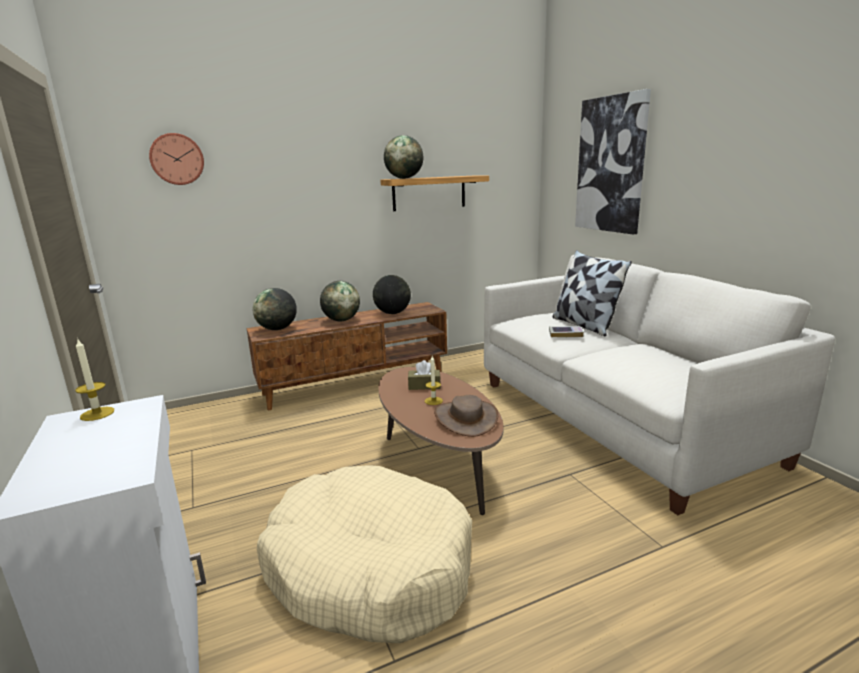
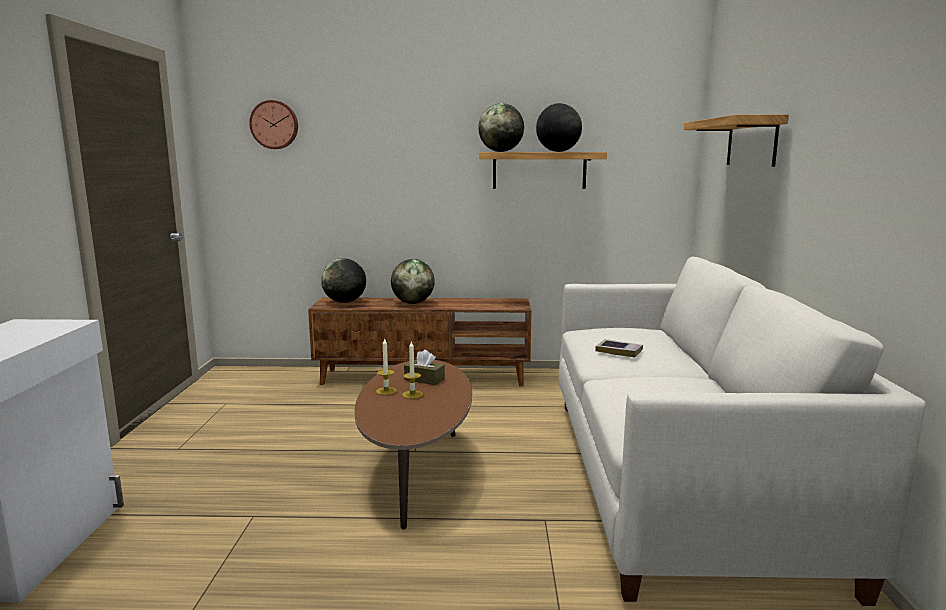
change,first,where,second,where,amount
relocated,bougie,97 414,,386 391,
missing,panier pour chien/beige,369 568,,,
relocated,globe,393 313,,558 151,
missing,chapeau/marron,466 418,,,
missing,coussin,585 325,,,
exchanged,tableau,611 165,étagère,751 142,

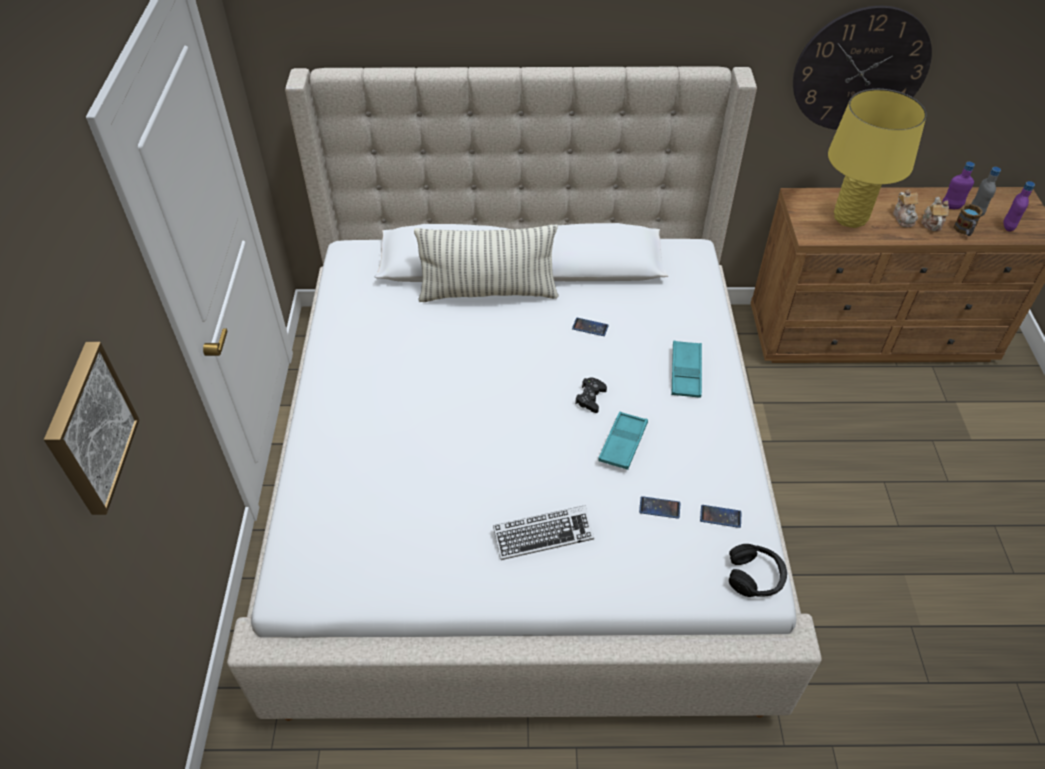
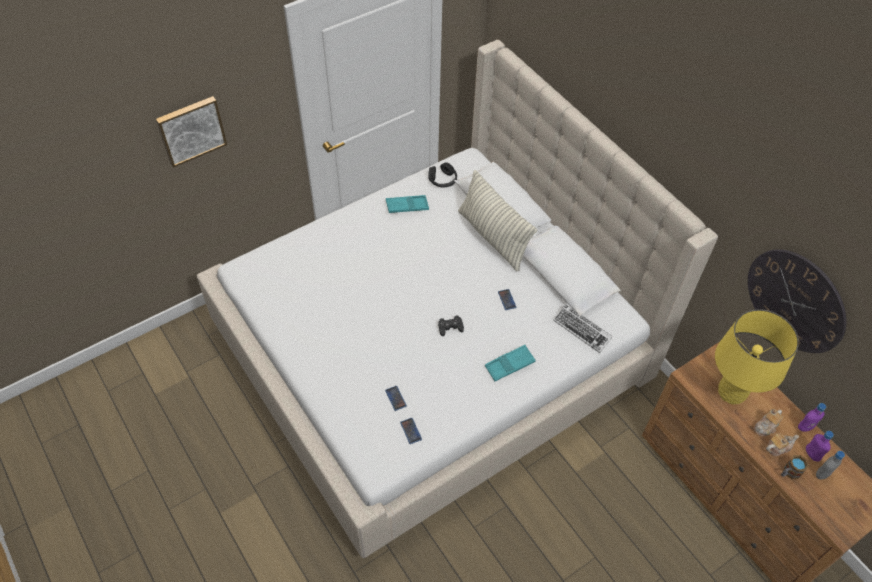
change,first,where,second,where,amount
relocated,clavier,543 535,,582 330,
relocated,plateau/turquoise,623 443,,407 206,
relocated,casque audio/noir,755 576,,442 180,
relocated,bouteille/violet,1008 226,,805 427,

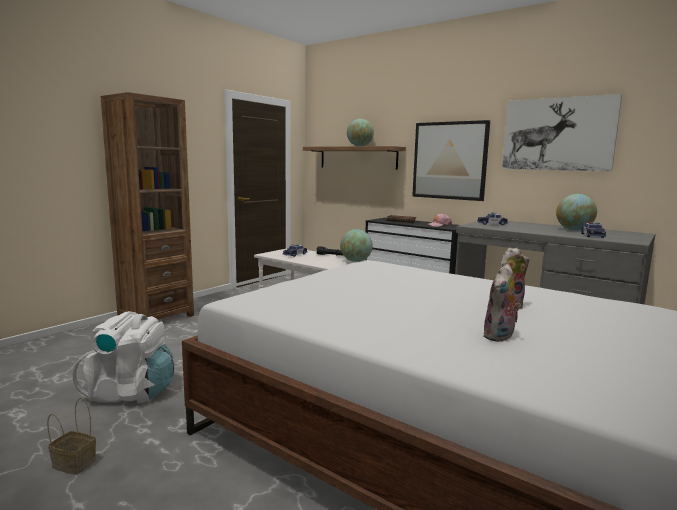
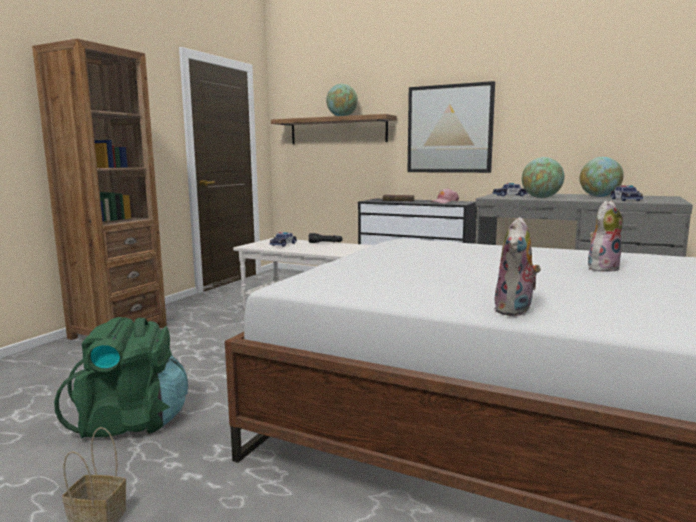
change,first,where,second,where,amount
colour,sac à dos/blanc,131 392,sac à dos/vert,131 422,
relocated,globe,355 261,,541 197,
relocated,peluche,500 337,,515 311,
missing,tableau,557 134,,,

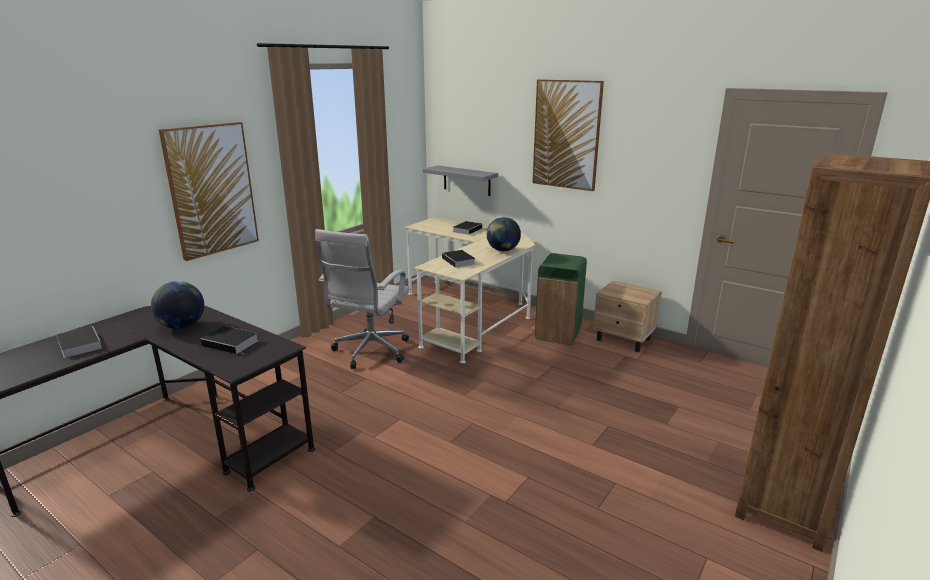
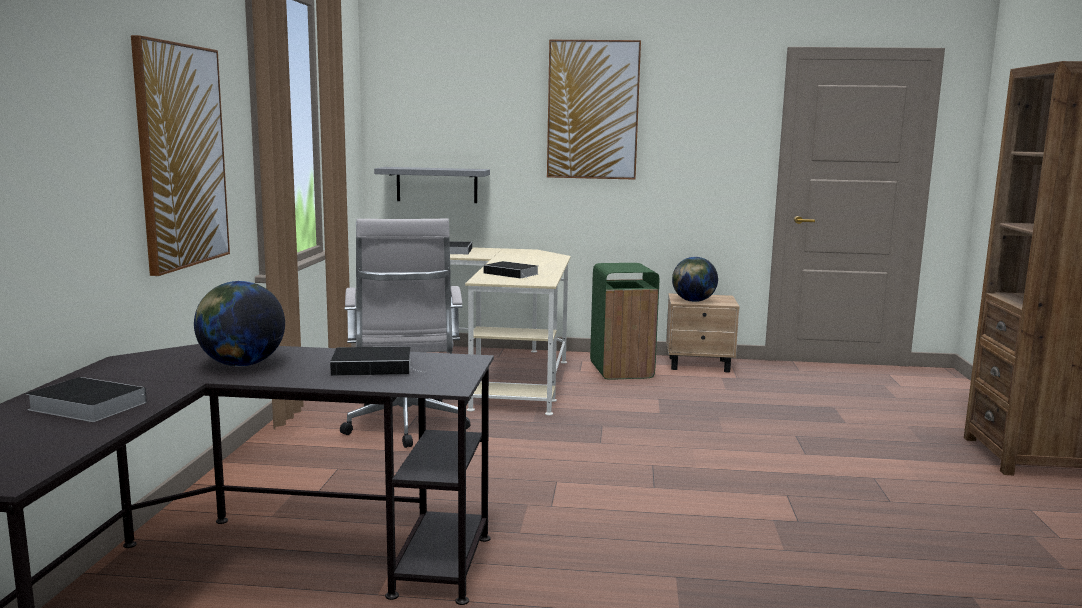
change,first,where,second,where,amount
relocated,globe,503 250,,693 301,

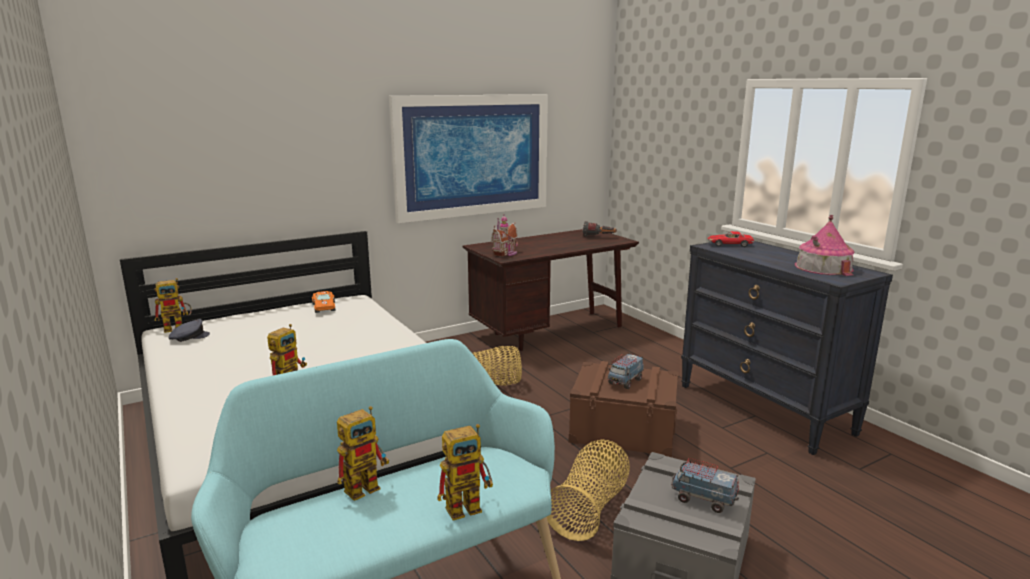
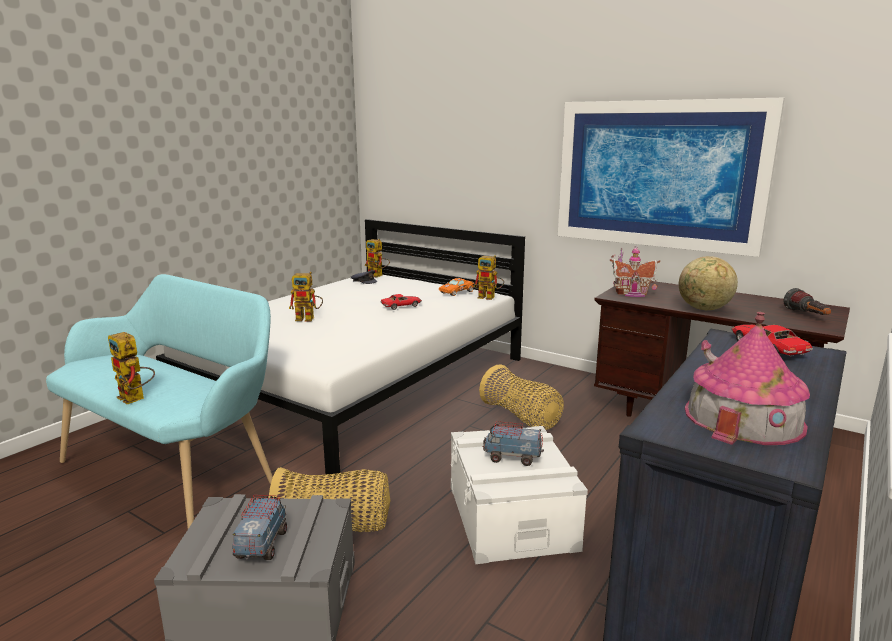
change,first,where,second,where,amount
relocated,robot jouet,367 485,,490 297,
colour,boîte de rangement/marron,623 429,boîte de rangement/blanc,511 517,
appeared,,,petite voiture,401 306,
appeared,,,globe,704 309,

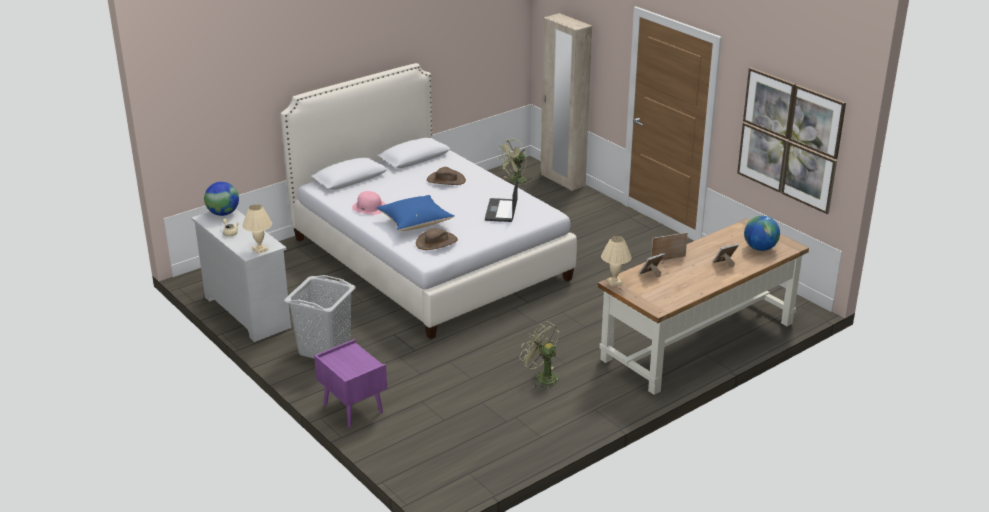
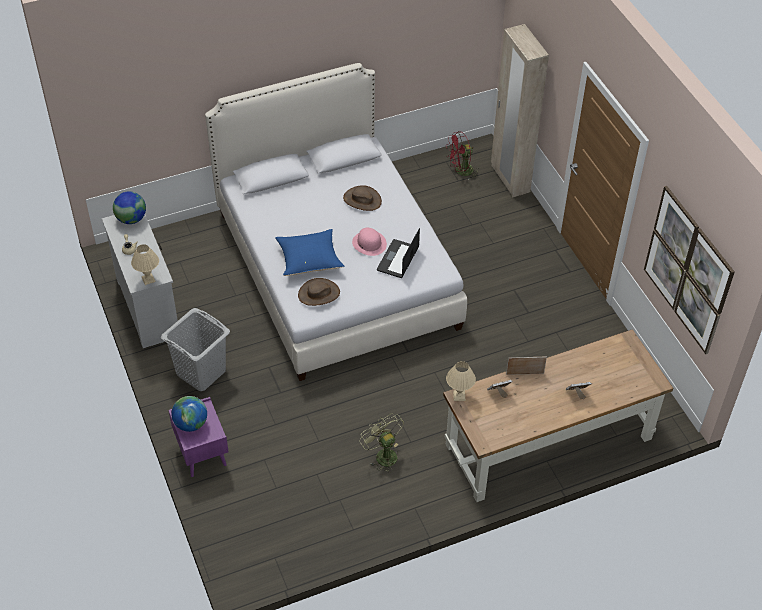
change,first,where,second,where,amount
relocated,chapeau/rose,369 207,,369 243,
colour,ventilateur/vert,515 181,ventilateur/rouge,460 172,
relocated,globe,760 248,,191 424,

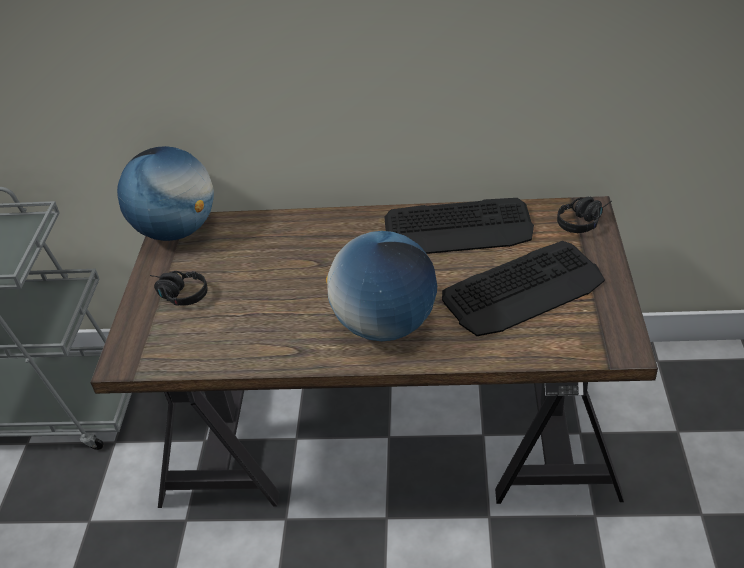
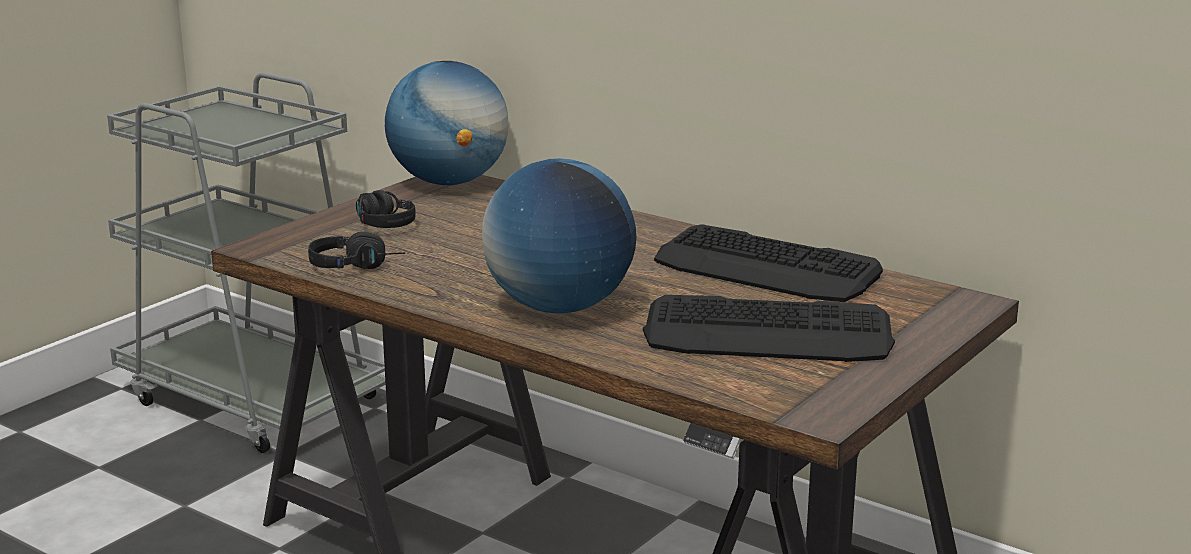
change,first,where,second,where,amount
relocated,casque audio/noir,584 220,,357 266,

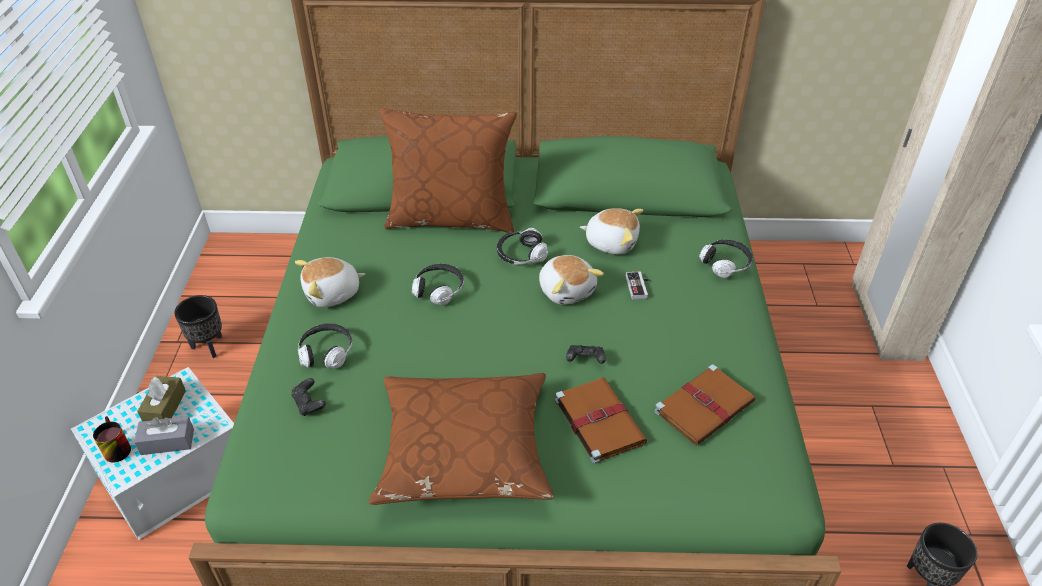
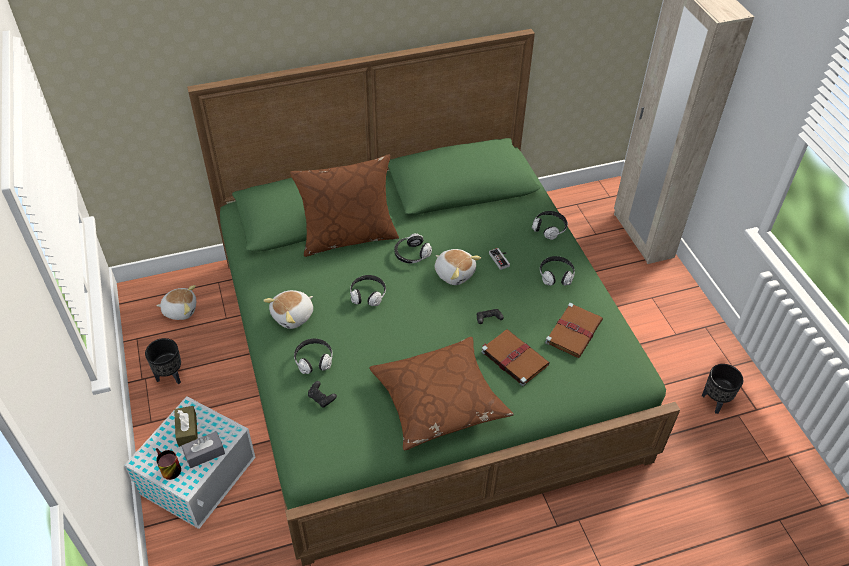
change,first,where,second,where,amount
relocated,peluche,611 242,,180 310,
appeared,,,casque audio,556 275,

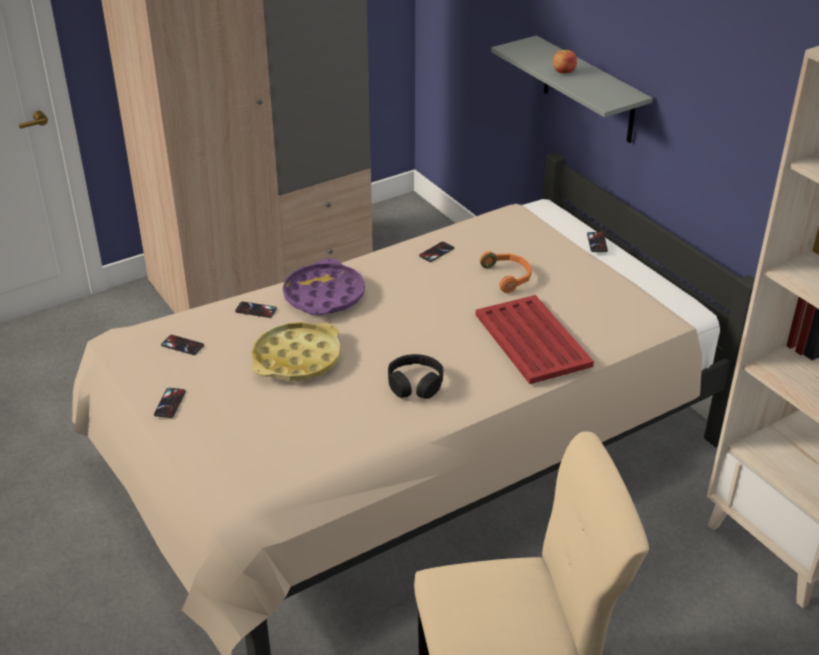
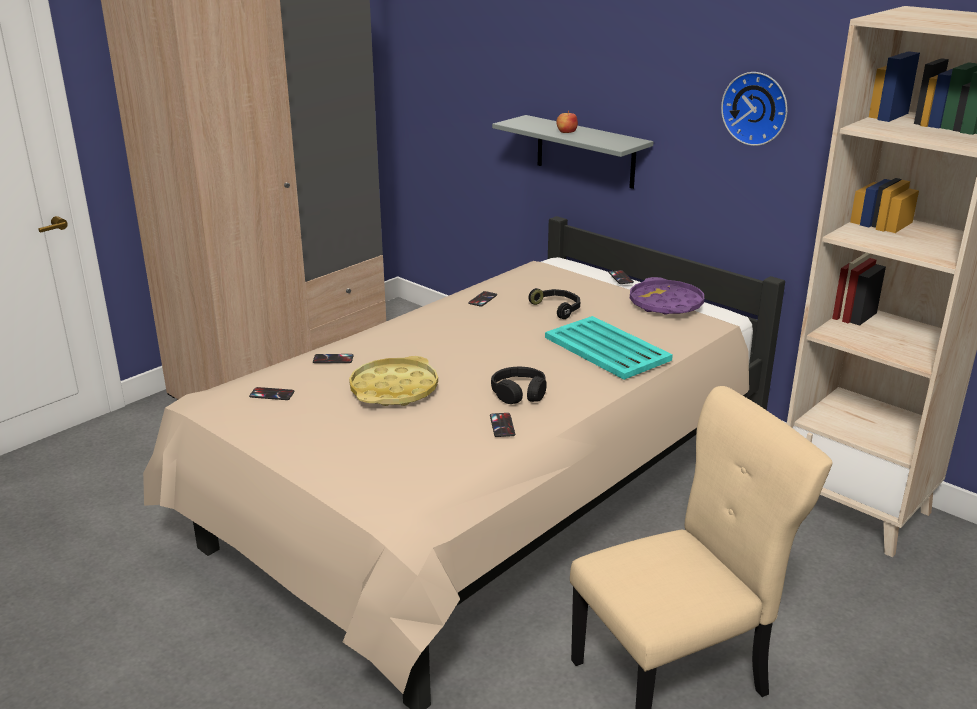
change,first,where,second,where,amount
relocated,téléphone,170 403,,502 425,
relocated,plateau/violet,324 295,,665 304,
colour,plateau/rouge,532 341,plateau/turquoise,607 349,
colour,casque audio/orange,508 276,casque audio/noir,558 308,
appeared,,,horloge murale,756 108,

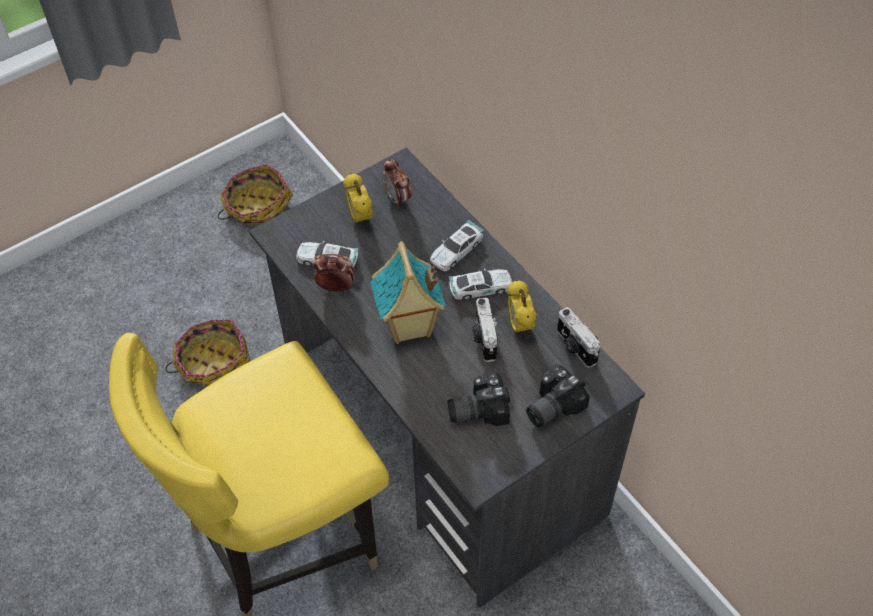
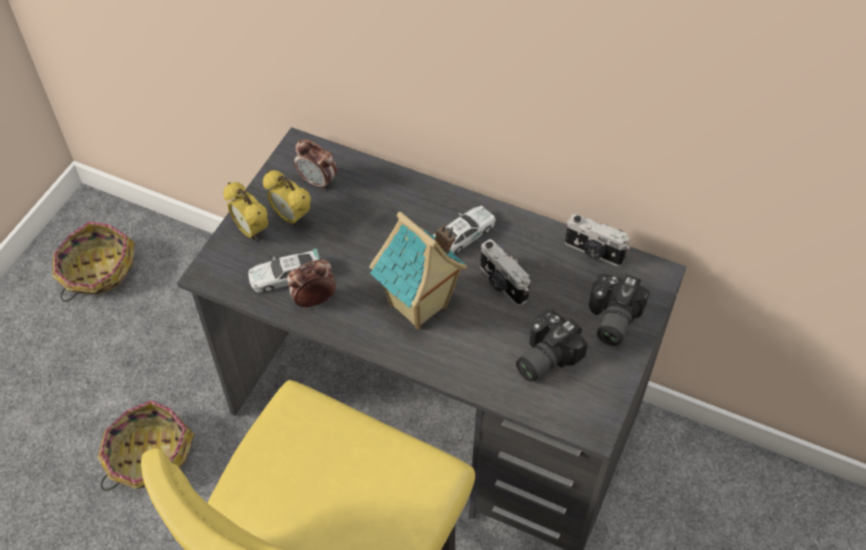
change,first,where,second,where,amount
missing,petite voiture,456 251,,,
relocated,réveil,519 325,,251 230,

